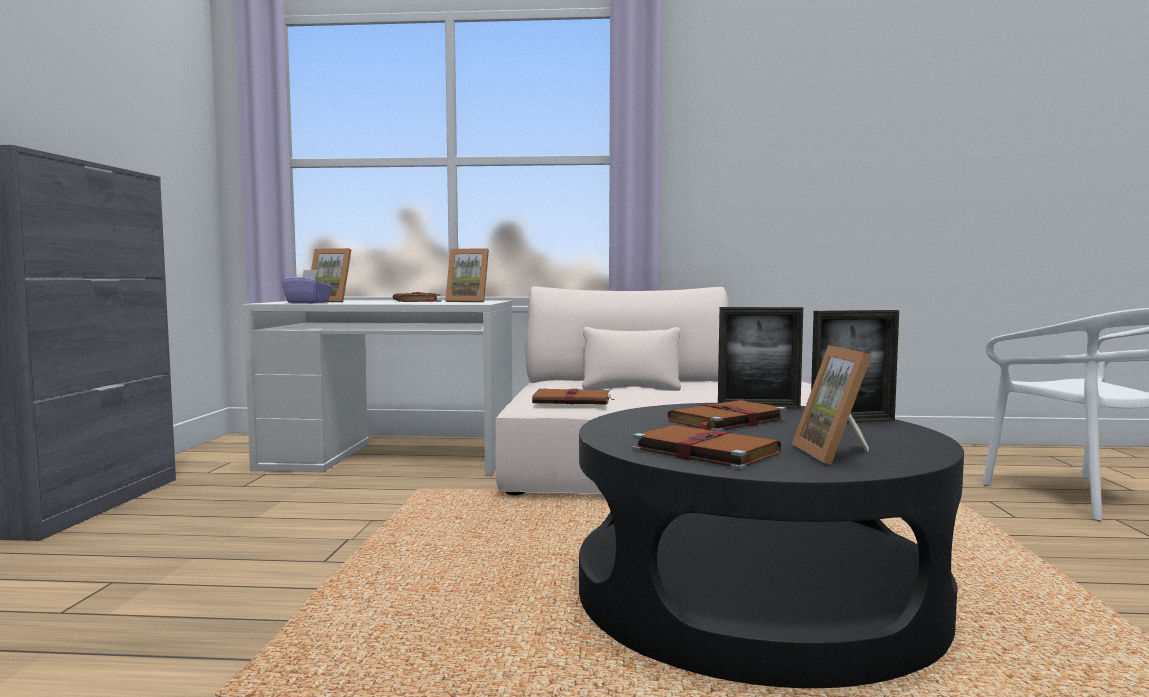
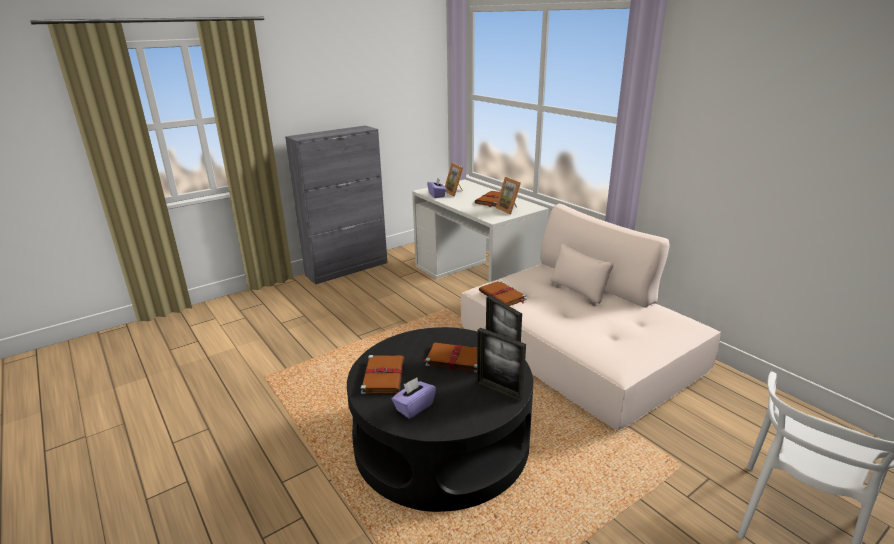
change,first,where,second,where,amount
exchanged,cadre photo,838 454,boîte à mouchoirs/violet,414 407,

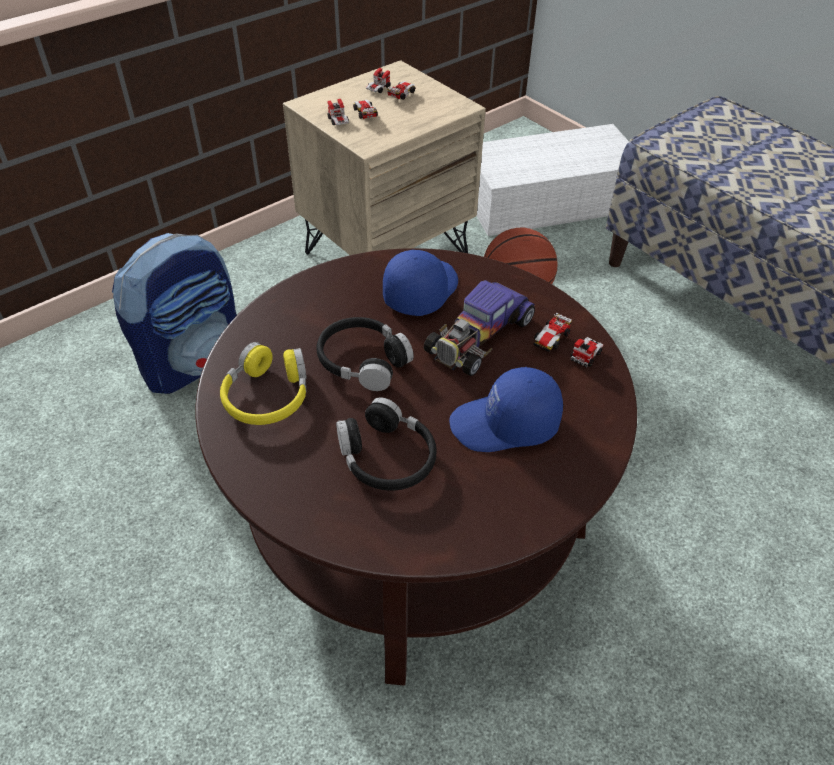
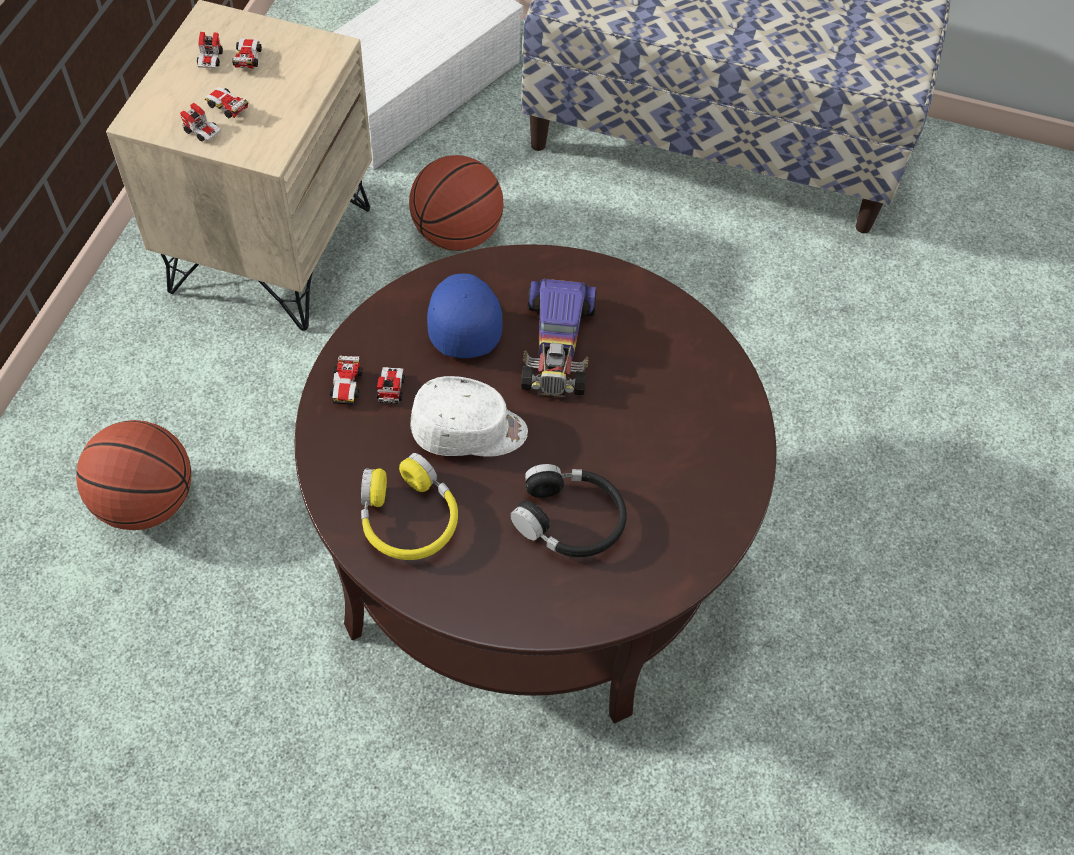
change,first,where,second,where,amount
exchanged,sac à dos,194 360,ballon de basket,146 502,
exchanged,casque audio/noir,363 361,casquette/blanc,469 431,
missing,casquette/bleu,505 425,,,
relocated,petite voiture,567 348,,368 389,

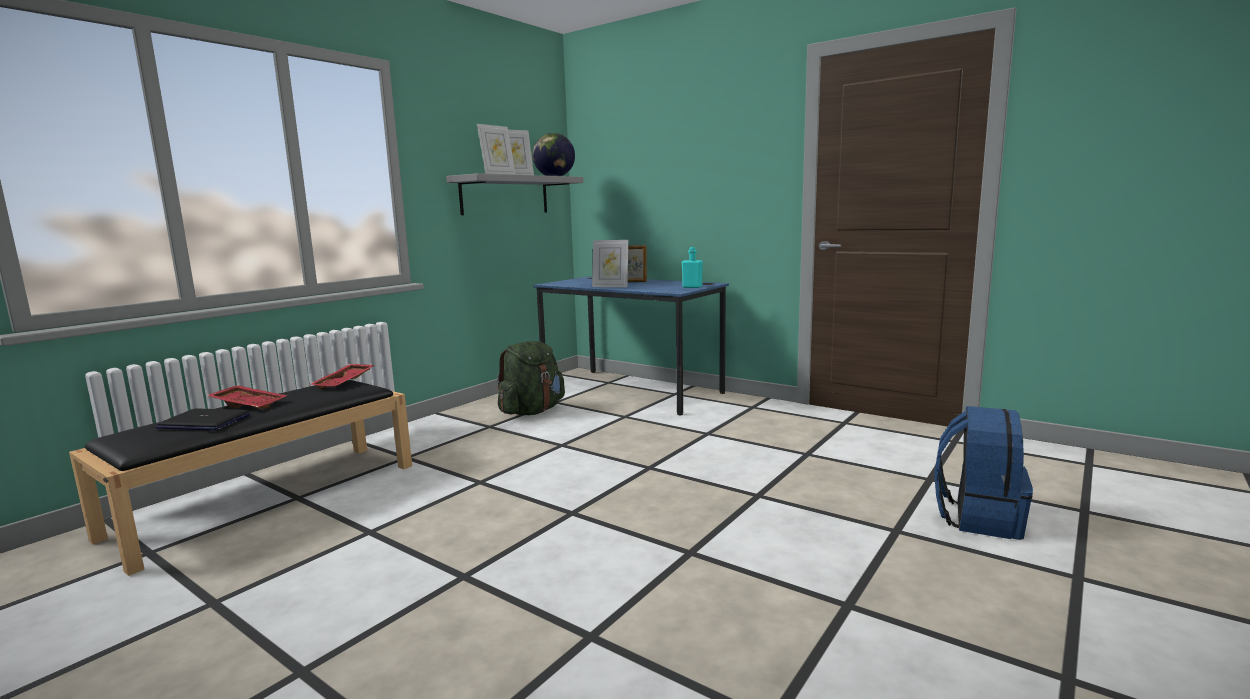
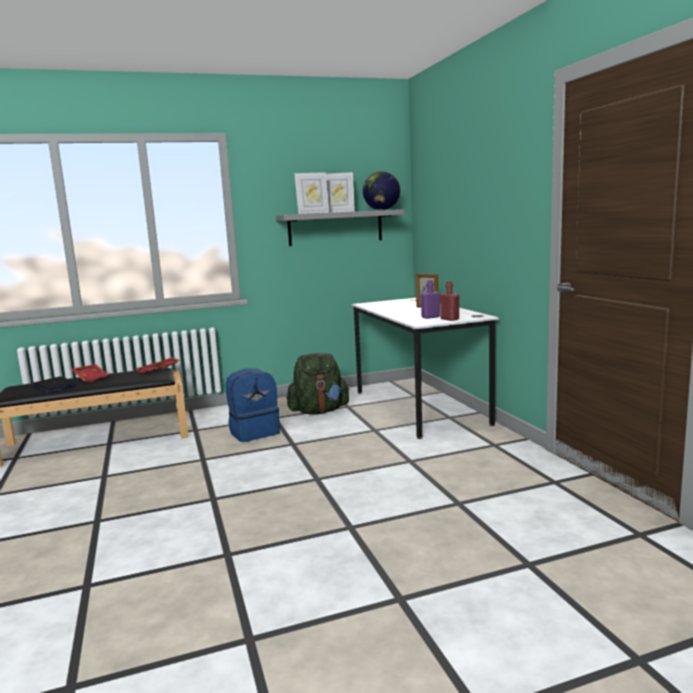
change,first,where,second,where,amount
colour,bureau/bleu,631 390,bureau/blanc,419 407,
missing,cadre photo,610 286,,,
colour,bouteille/turquoise,692 287,bouteille/rouge,449 319,
relocated,sac à dos/bleu,978 518,,254 432,
appeared,,,bouteille/violet,430 317,

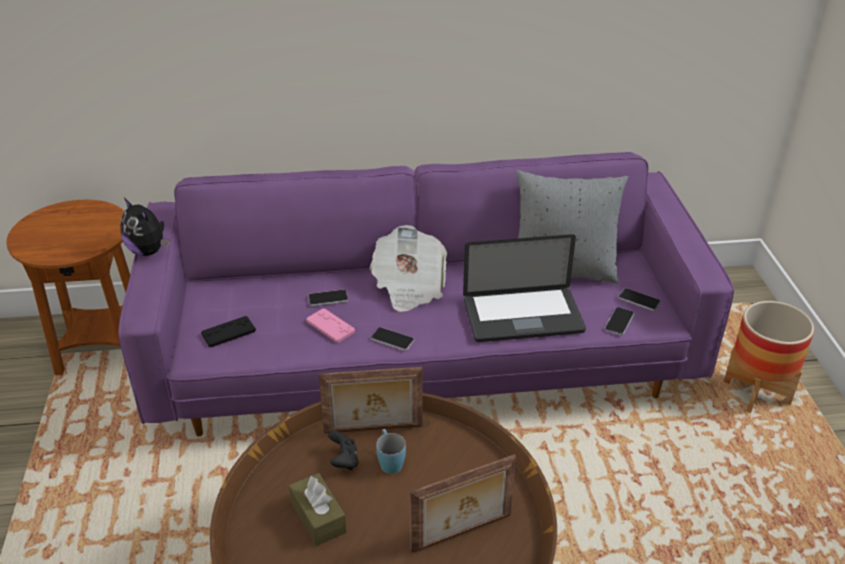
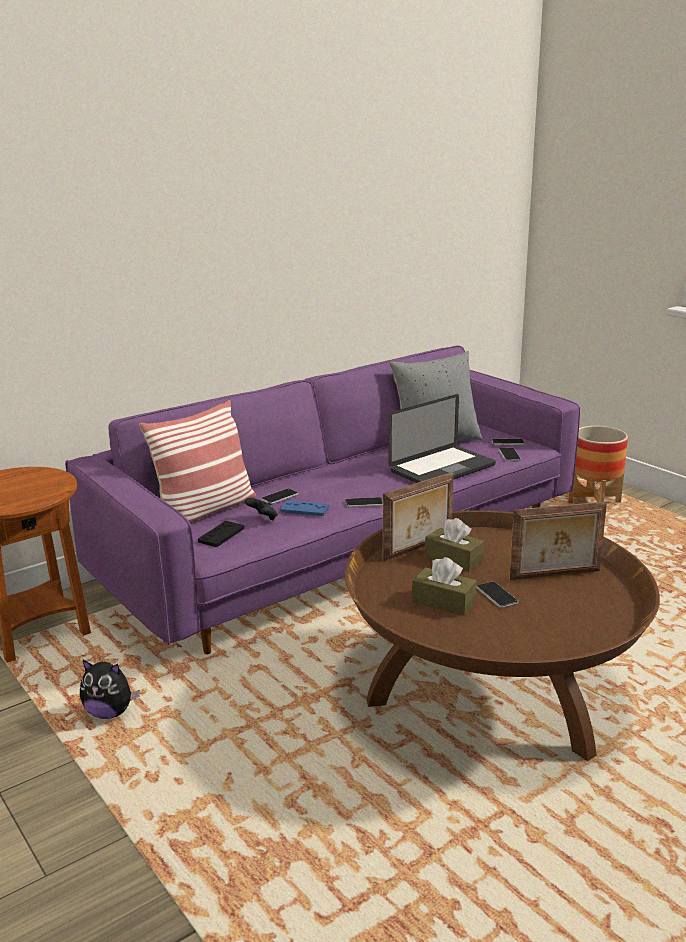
change,first,where,second,where,amount
relocated,peluche,148 251,,110 713,
colour,manette/rose,330 326,manette/bleu,304 509,
relocated,manette/noir,344 461,,263 518,
missing,journal,409 286,,,
exchanged,mug/bleu,389 461,boîte à mouchoirs/marron,453 559,
spun,cadre photo,462 534,,555 575,45 degrees clockwise
appeared,,,coussin,205 510,
appeared,,,téléphone,496 595,

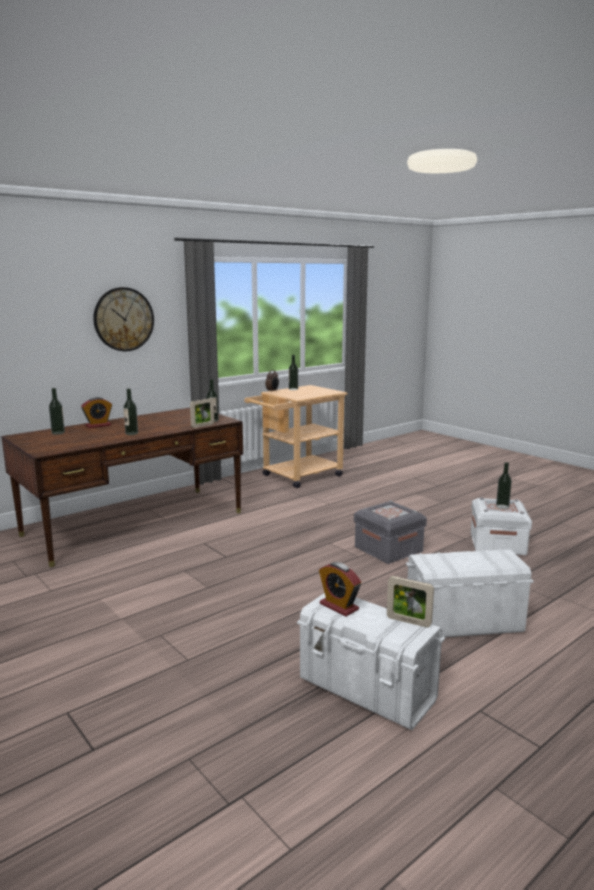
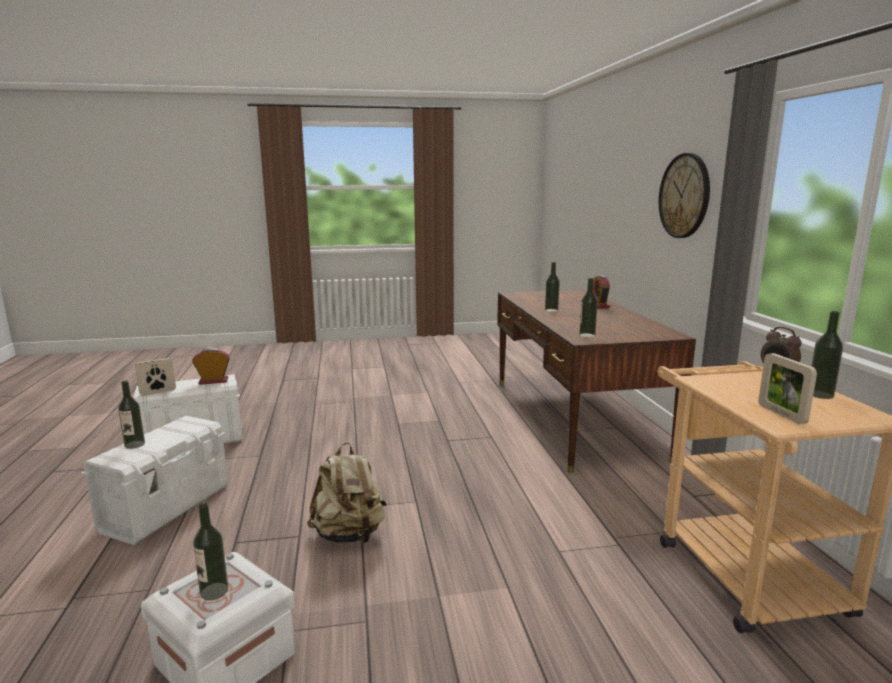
change,first,where,second,where,amount
relocated,bouteille,58 433,,134 444,
relocated,cadre photo,202 426,,781 414,
exchanged,boîte de rangement/gris,388 549,sac à dos/beige,349 535,

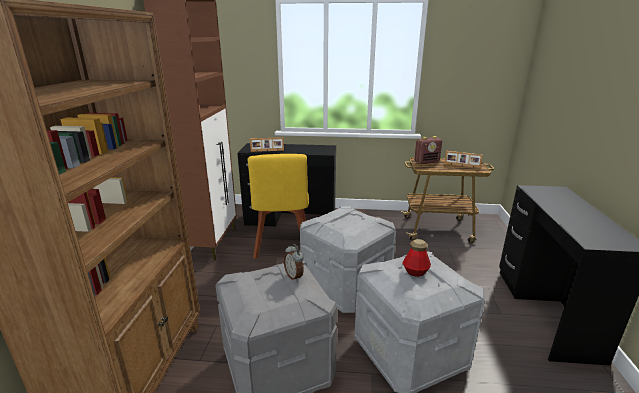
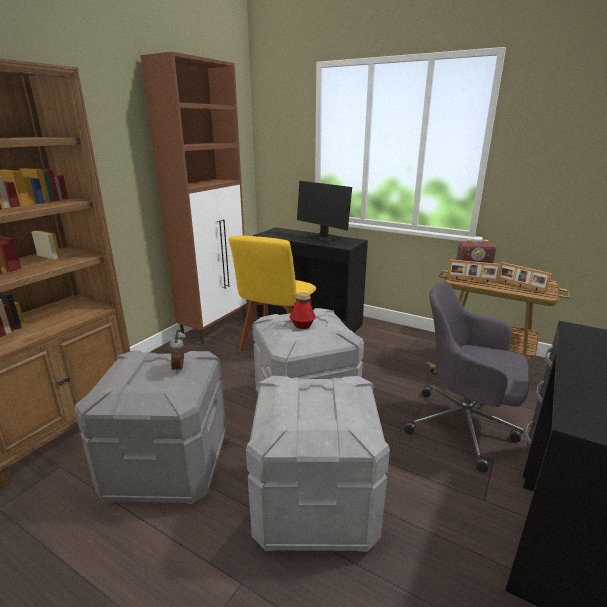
change,first,where,second,where,amount
relocated,cadre photo,267 151,,471 280,
relocated,bouteille,415 272,,302 325,
appeared,,,écran d'ordinateur,323 238,
appeared,,,chaise de bureau/gris,464 426,

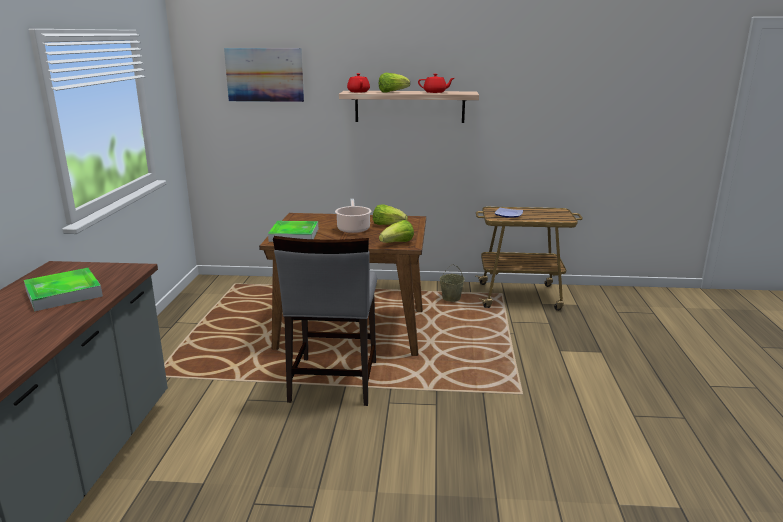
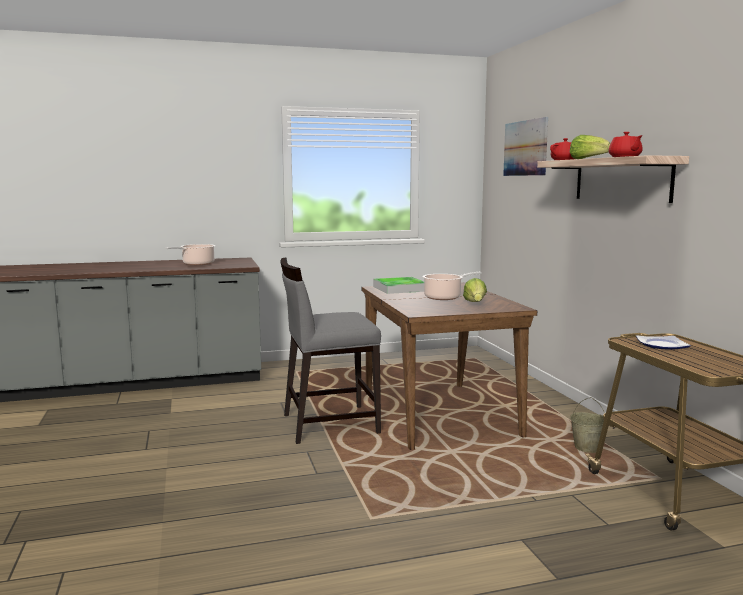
change,first,where,second,where,amount
exchanged,plateau,64 293,marmite,196 264,
missing,laitue,397 243,,,

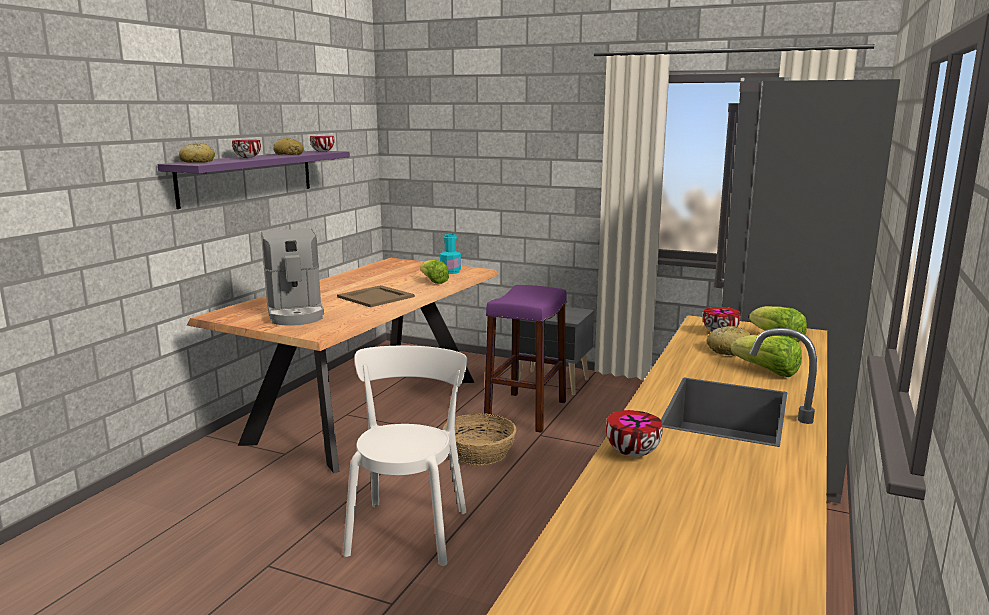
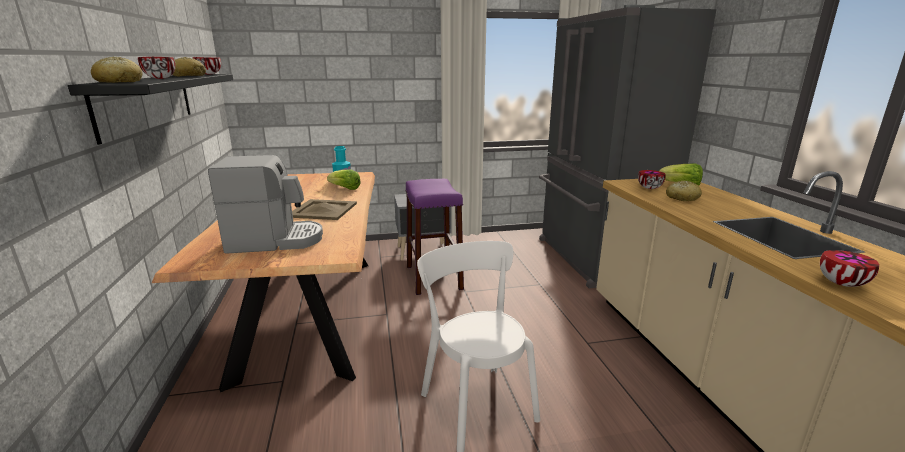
change,first,where,second,where,amount
colour,étagère/violet,248 177,étagère/noir,147 102,
spun,machine à café,295 313,,275 240,45 degrees counterclockwise
missing,panier,479 453,,,
missing,laitue,767 371,,,

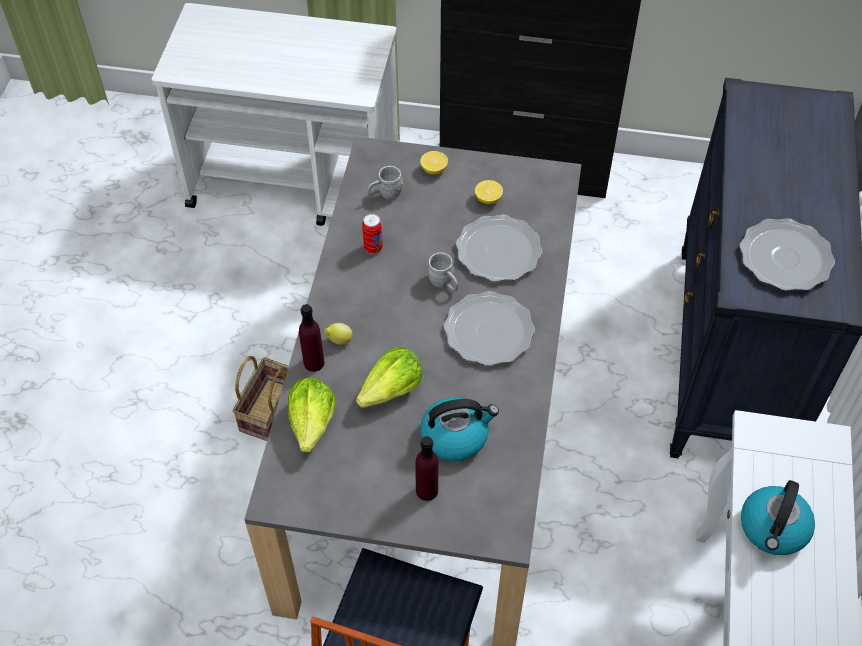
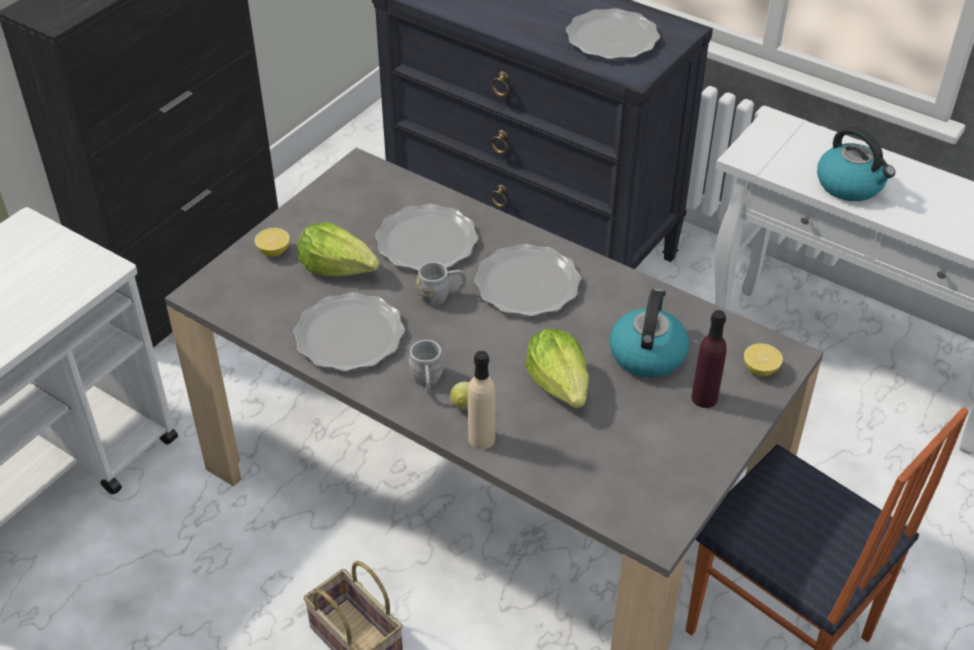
change,first,where,second,where,amount
relocated,laitue,312 423,,338 268,
colour,bouteille/violet,314 362,bouteille/beige,481 439,
exchanged,boîte métallique,373 247,assiette,349 336,
relocated,mug/gris,385 195,,427 383,
relocated,citron,488 199,,760 369,

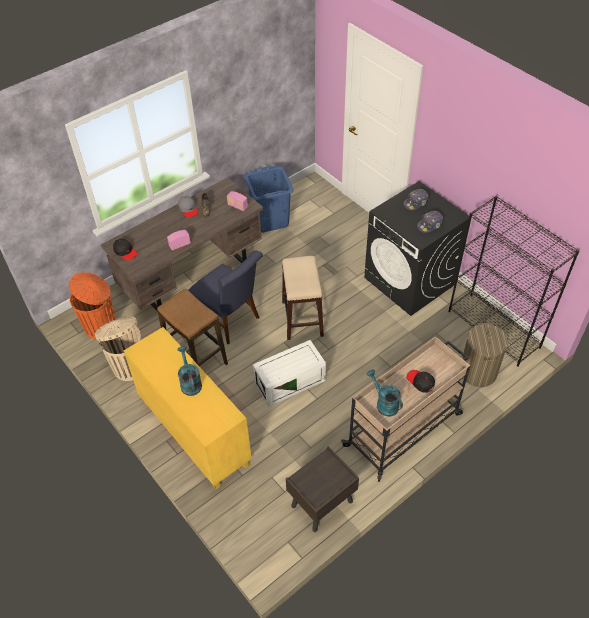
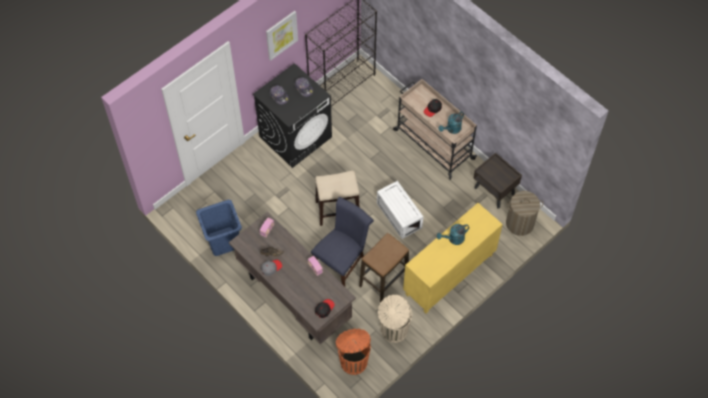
change,first,where,second,where,amount
relocated,panier à linge,478 372,,520 223,
appeared,,,tableau,281 35,

